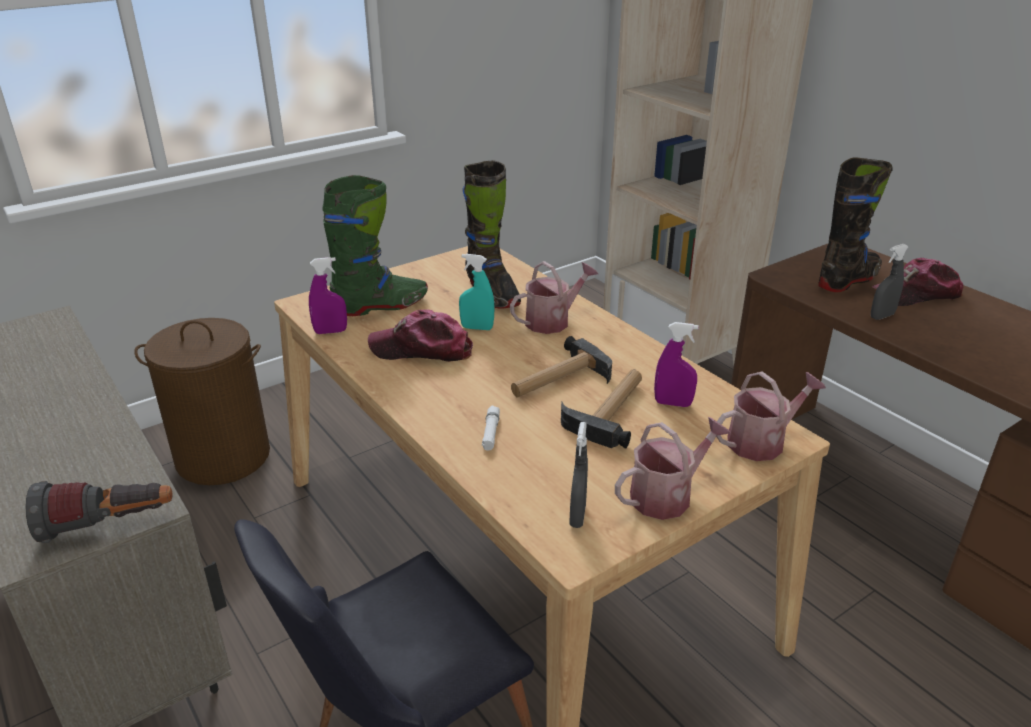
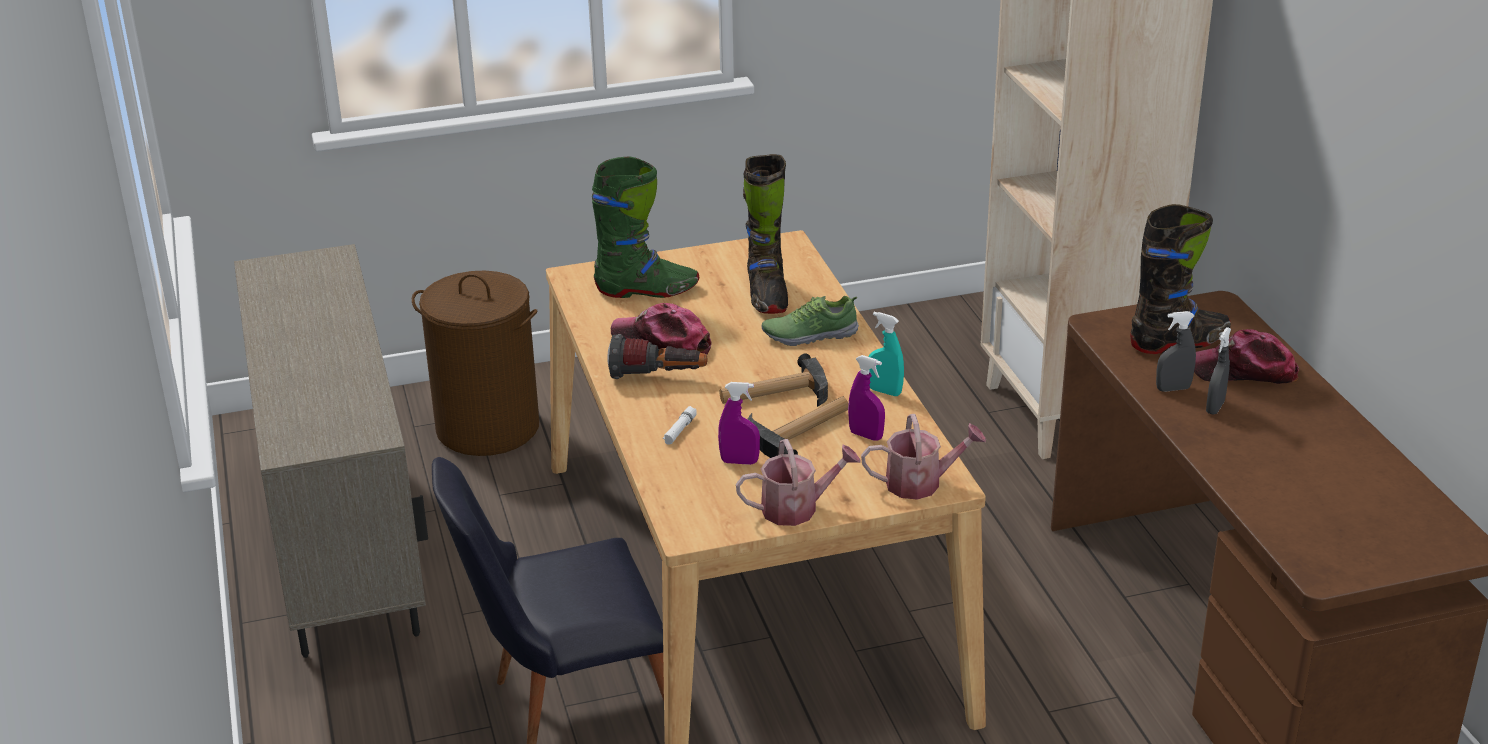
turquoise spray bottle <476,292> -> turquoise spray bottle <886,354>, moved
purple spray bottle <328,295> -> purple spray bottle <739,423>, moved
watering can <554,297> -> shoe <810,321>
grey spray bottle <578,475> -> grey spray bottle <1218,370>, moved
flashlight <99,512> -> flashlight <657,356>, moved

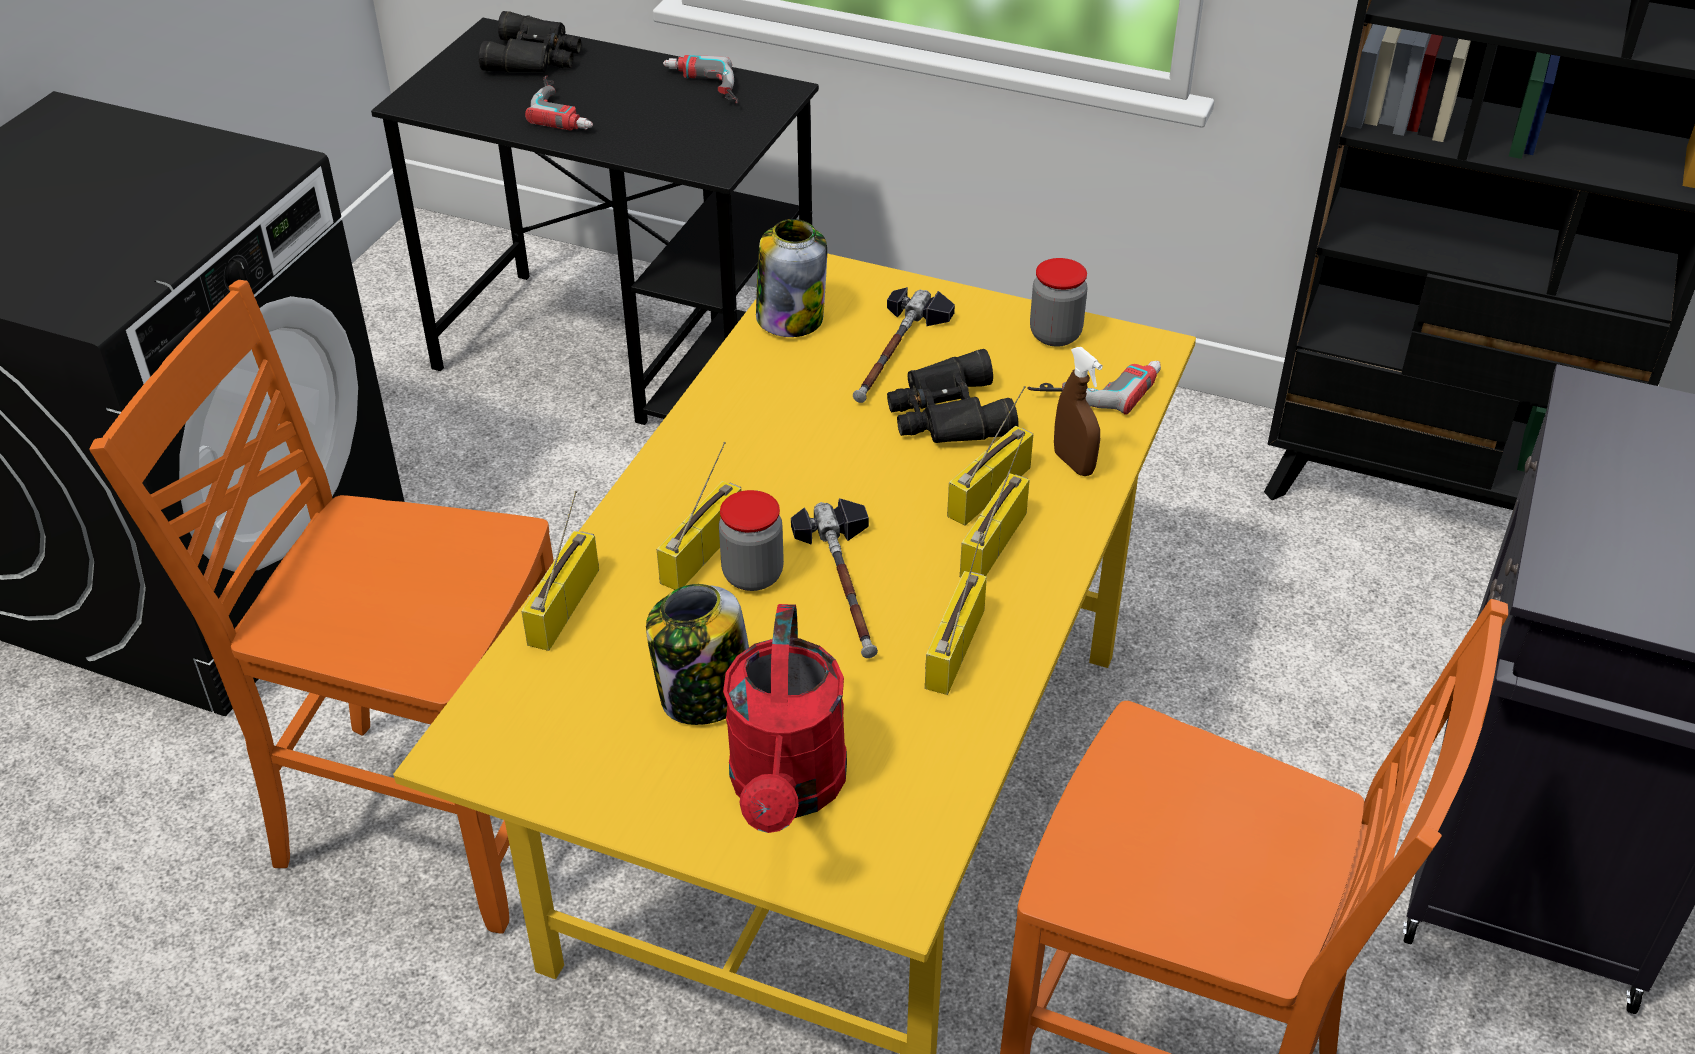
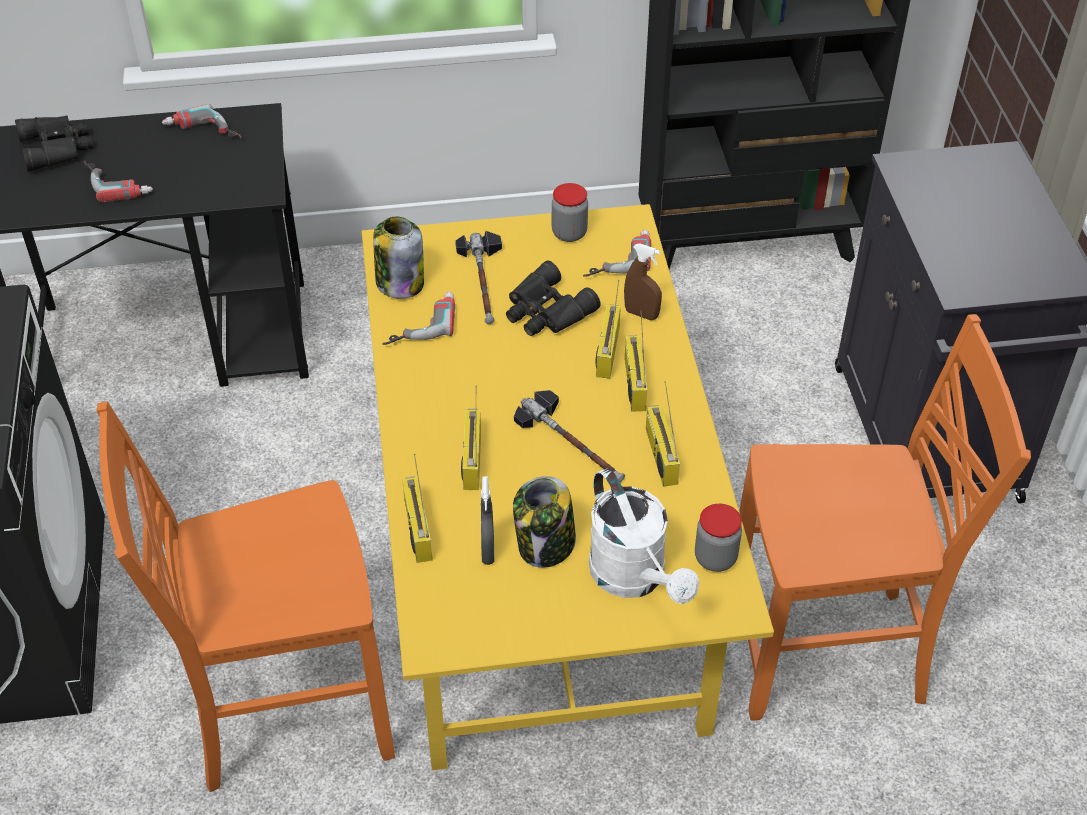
jar <751,540> -> jar <718,538>, moved
red watering can <785,718> -> white watering can <644,536>
none -> power drill <418,318>
none -> grey spray bottle <487,521>

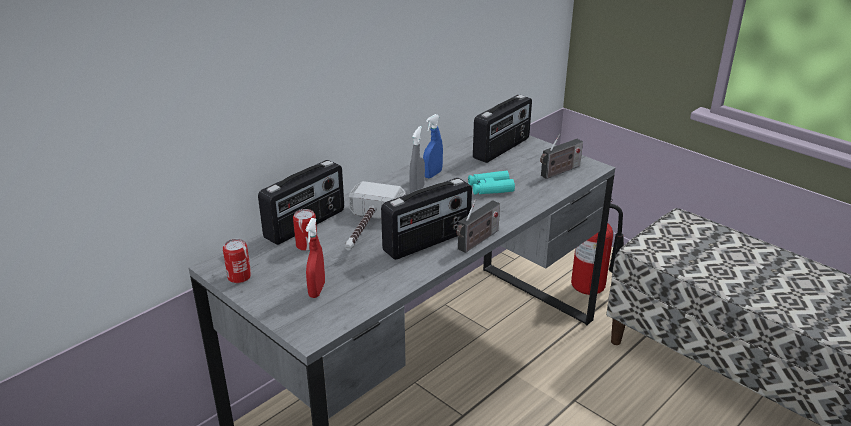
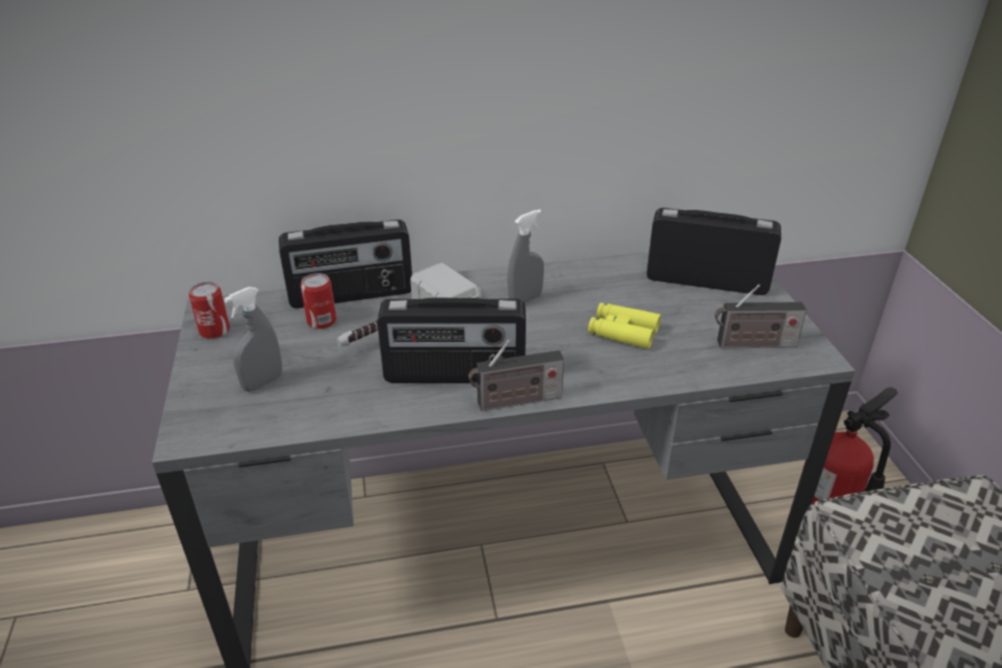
radio <502,129> -> radio <713,251>, 150 degrees counterclockwise
blue spray bottle <433,146> -> none
turquoise binoculars <491,182> -> yellow binoculars <624,326>
red spray bottle <315,258> -> grey spray bottle <253,339>

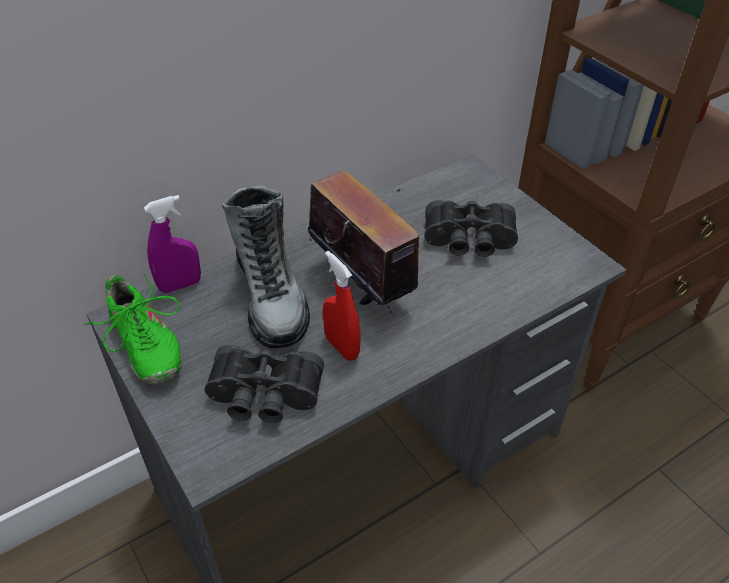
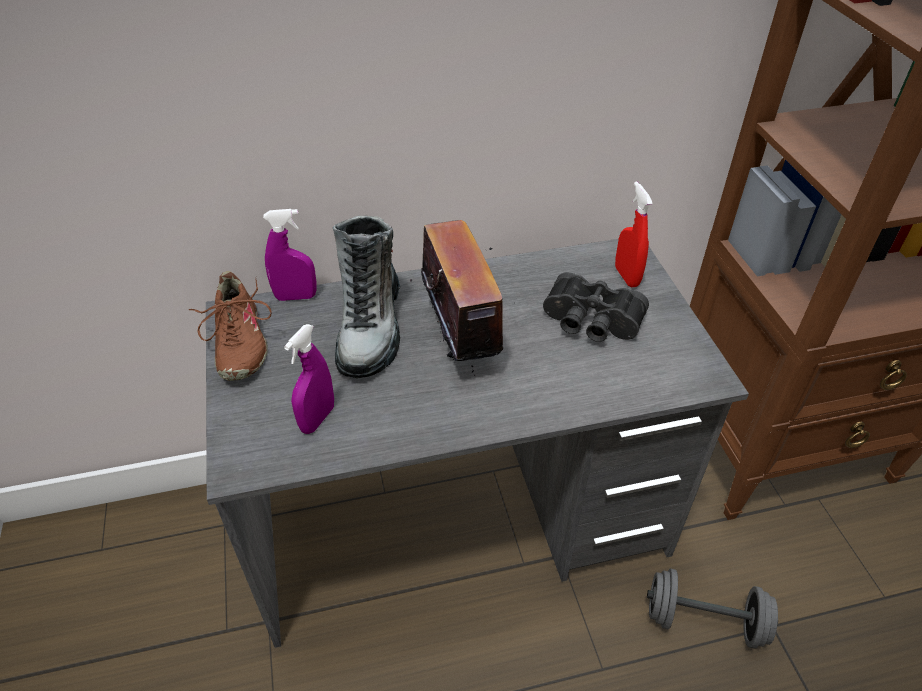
red spray bottle <342,306> -> red spray bottle <634,234>, moved
green shoe <133,329> -> brown shoe <230,326>
black binoculars <264,384> -> purple spray bottle <309,379>
none -> grey dumbbell <712,609>

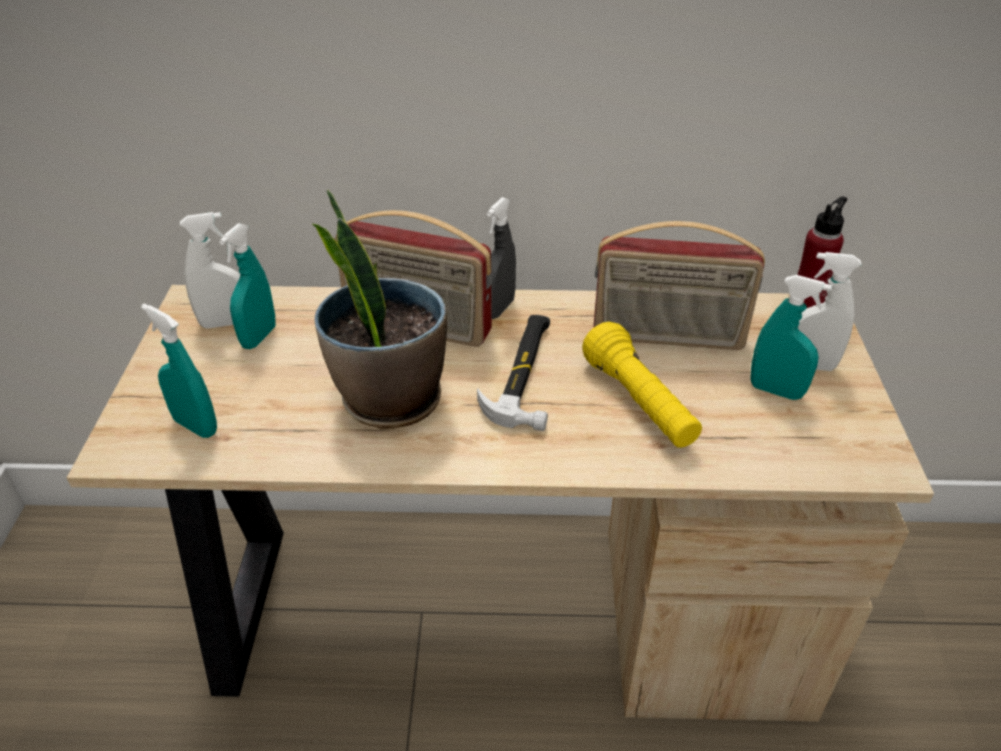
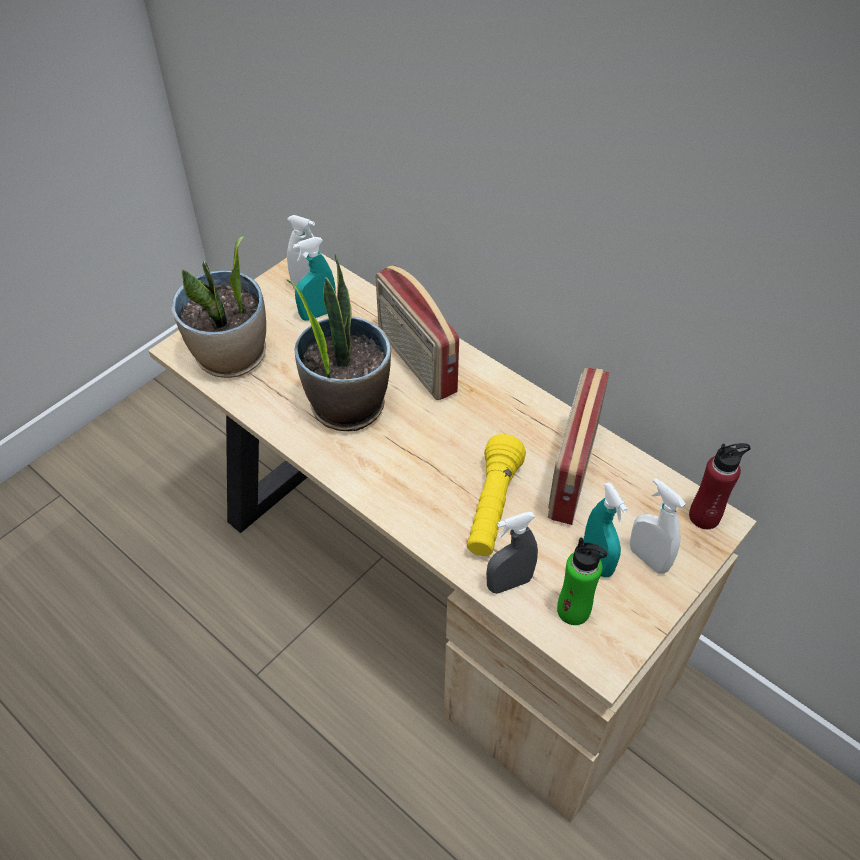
grey spray bottle <501,258> -> grey spray bottle <512,553>, moved
radio <679,285> -> radio <578,446>, 60 degrees clockwise
turquoise spray bottle <179,371> -> potted plant <219,307>
hammer <513,373> -> none
none -> green bottle <582,581>

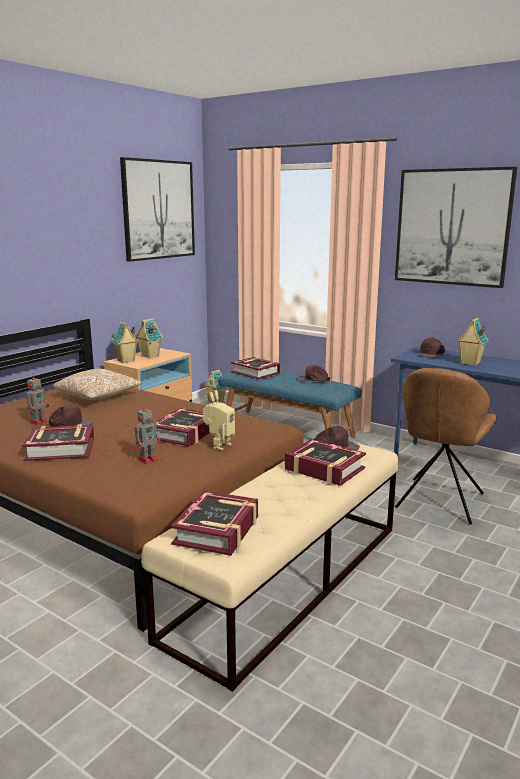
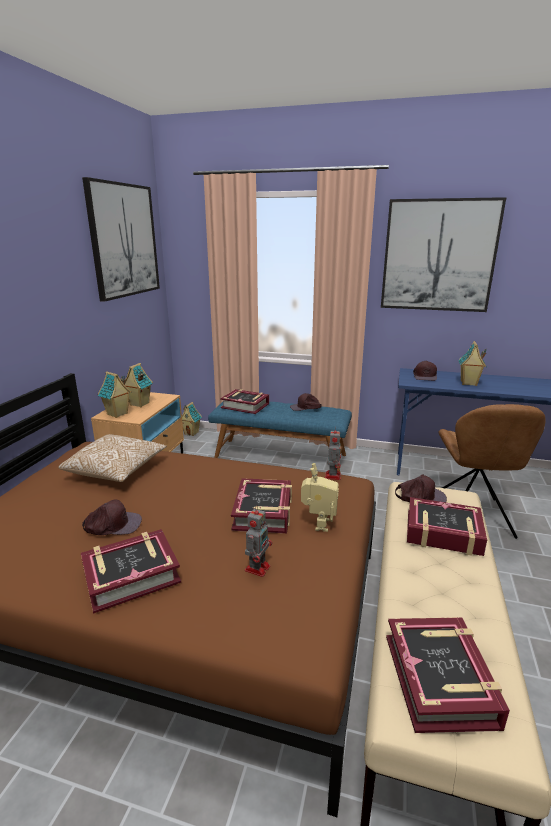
toy robot <37,399> -> toy robot <333,453>, moved

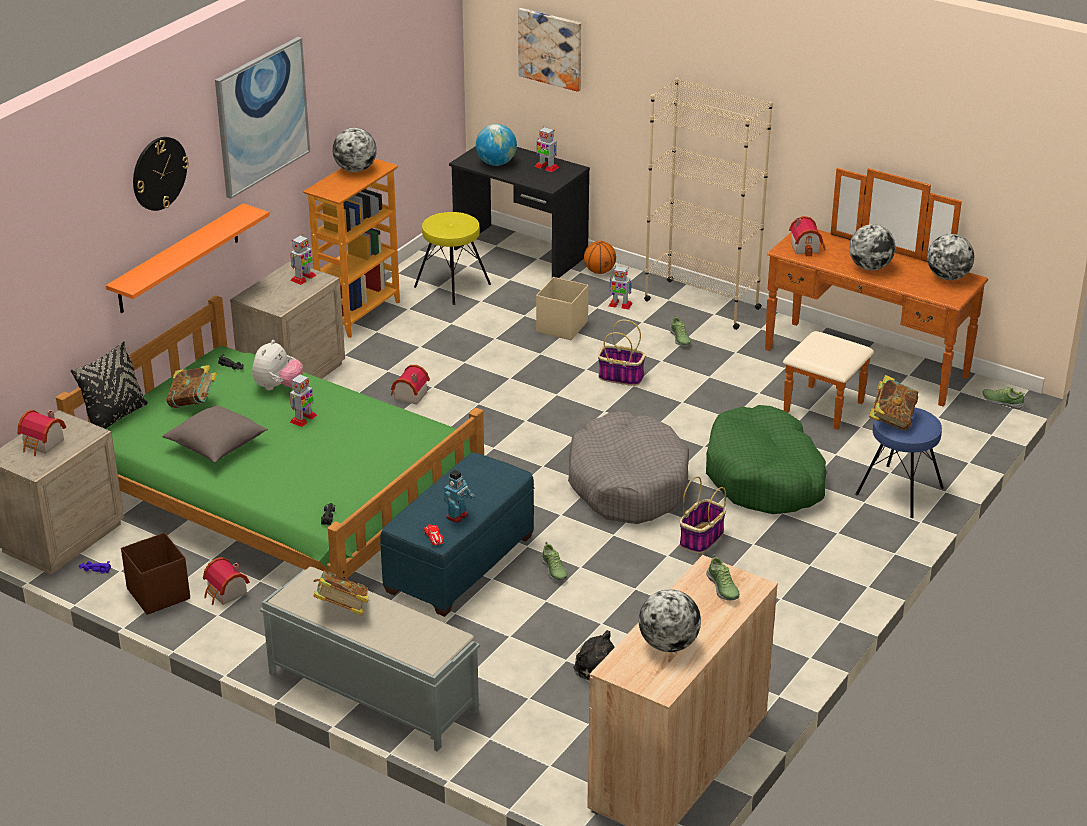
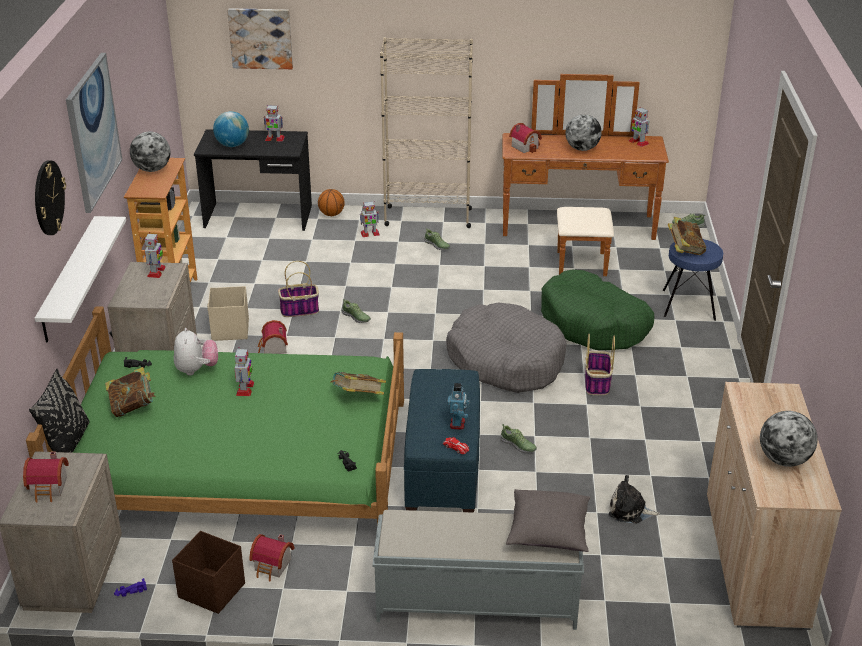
orange shelf <188,258> -> white shelf <80,279>
yellow stool <452,258> -> none
globe <950,257> -> toy robot <639,127>
beige storage box <562,308> -> beige storage box <228,313>, moved
basket <622,353> -> basket <298,289>, moved
grey pillow <215,434> -> grey pillow <548,520>, moved
shoe <723,578> -> shoe <356,311>, moved
book <341,593> -> book <358,383>, moved

